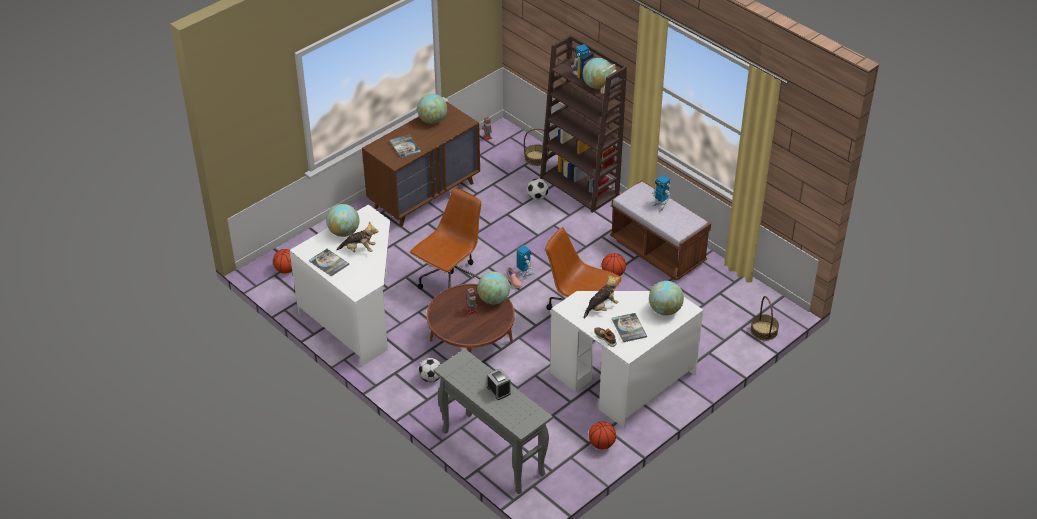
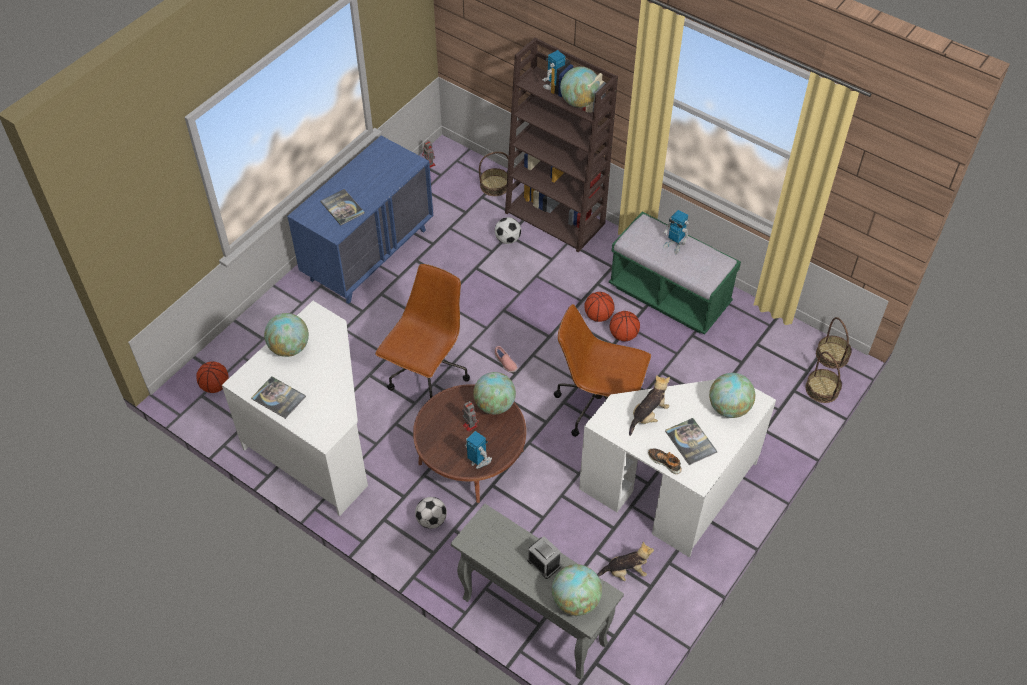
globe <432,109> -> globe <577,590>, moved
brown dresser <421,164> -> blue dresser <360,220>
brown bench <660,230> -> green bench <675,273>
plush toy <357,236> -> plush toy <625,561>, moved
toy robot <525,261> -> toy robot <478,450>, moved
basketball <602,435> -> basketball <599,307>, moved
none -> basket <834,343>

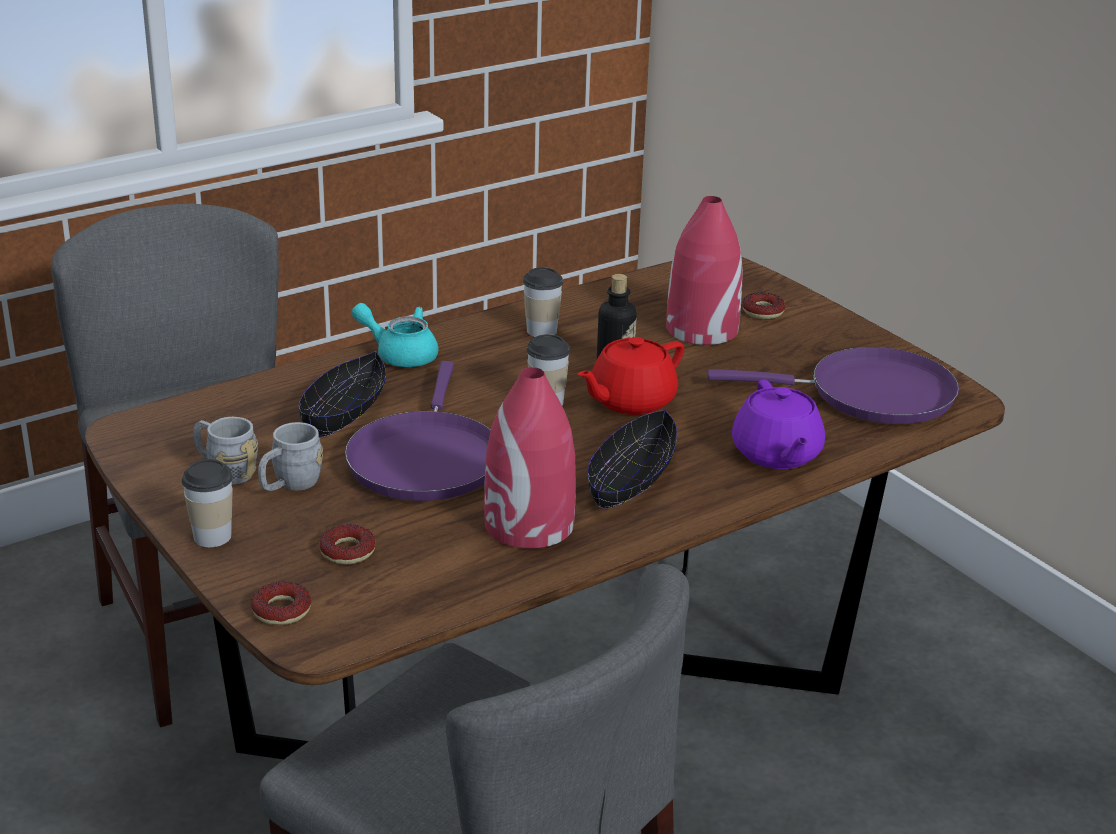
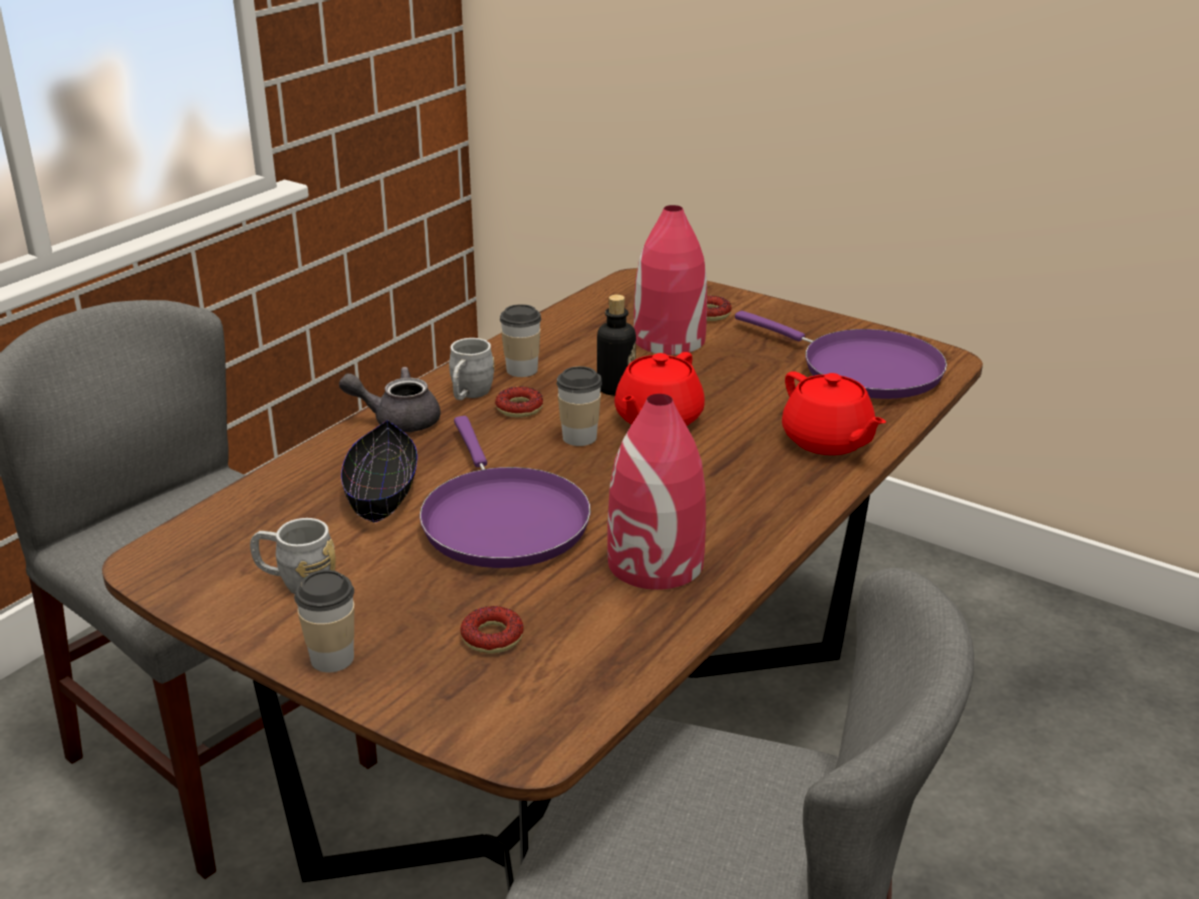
turquoise teapot <394,335> -> grey teapot <390,399>
purple frying pan <833,385> -> purple frying pan <841,355>, 60 degrees clockwise
purple teapot <778,424> -> red teapot <834,413>
black bowl <632,459> -> none
grey mug <290,456> -> grey mug <472,369>, moved
donut <281,603> -> donut <519,402>, moved

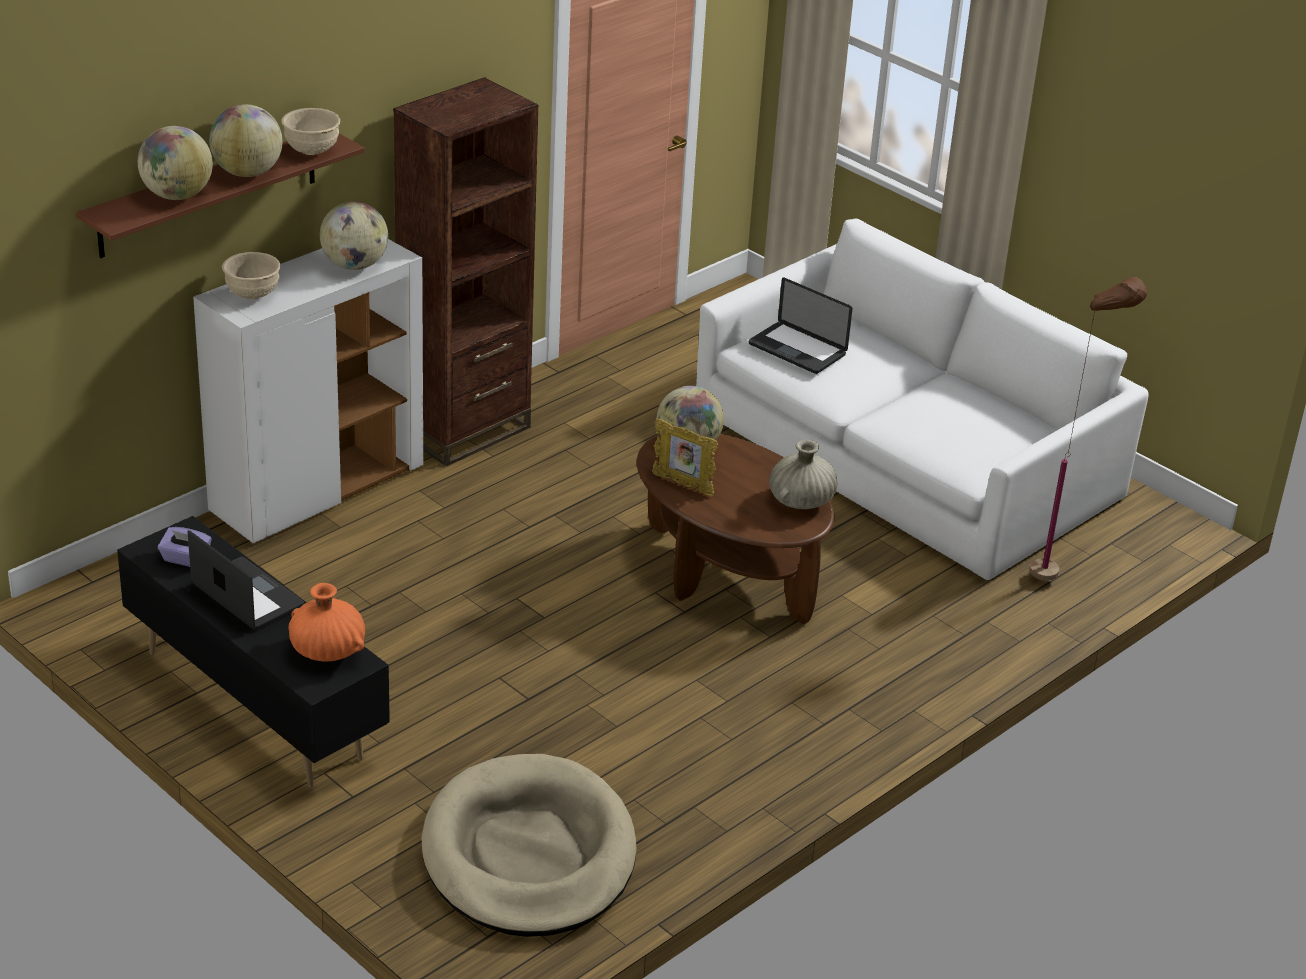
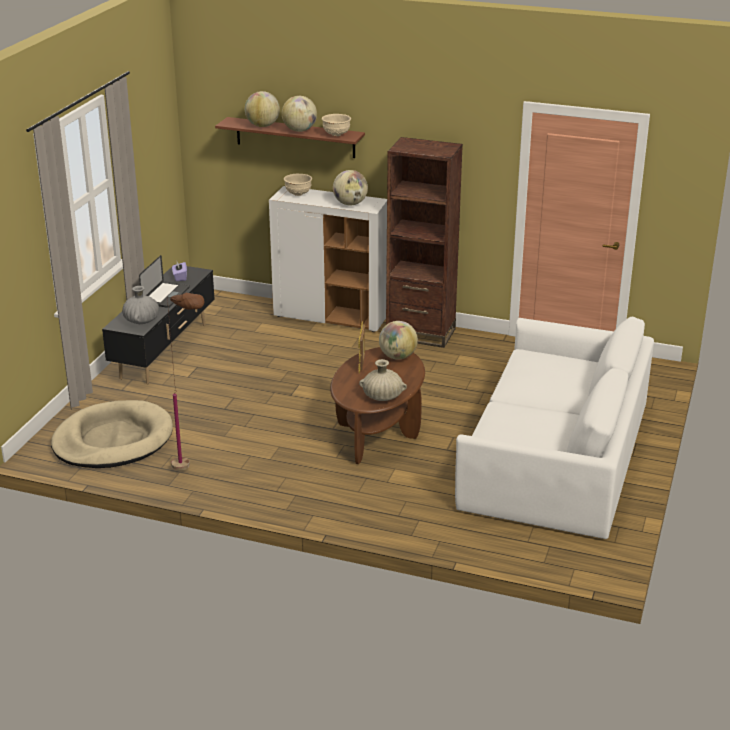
brown floor lamp <1088,429> -> brown floor lamp <185,381>, moved
laptop <800,326> -> none
orange vase <327,622> -> grey vase <140,305>

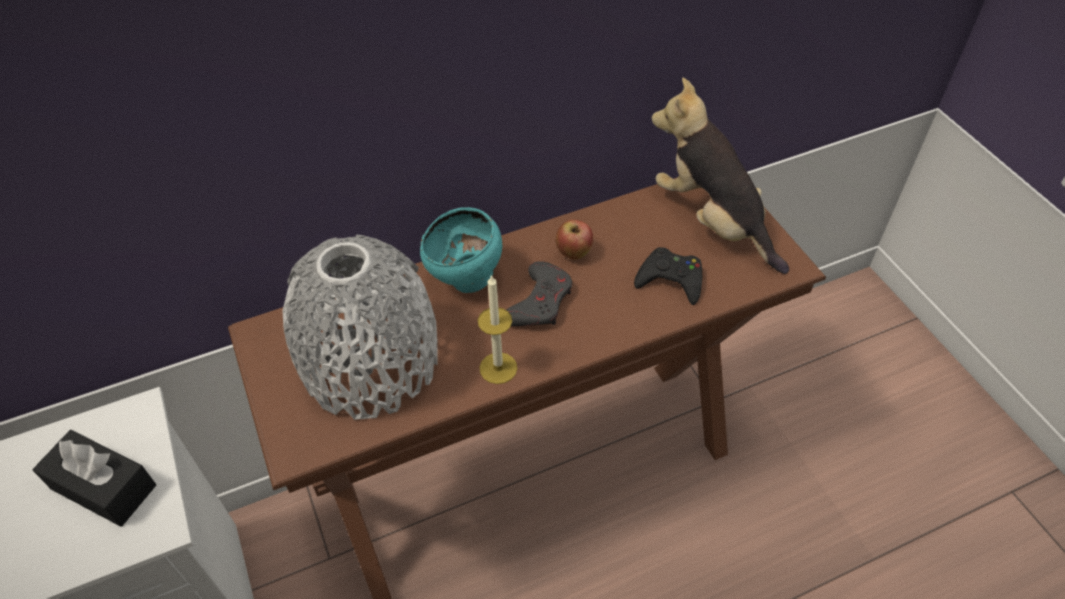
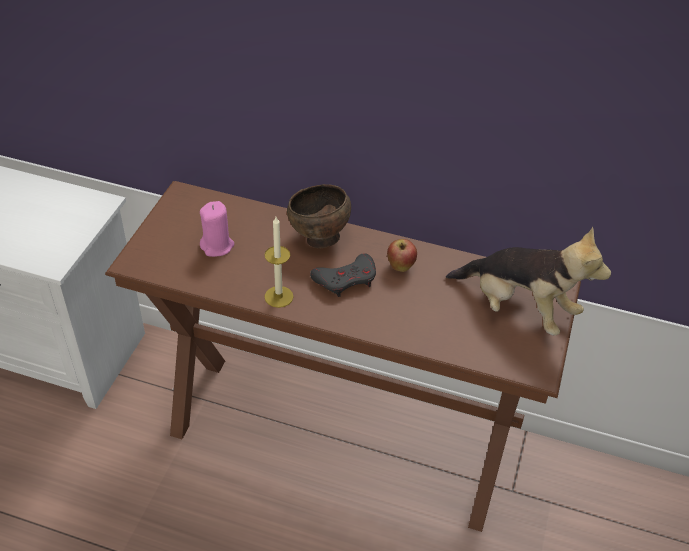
plush toy <720,176> -> plush toy <528,281>, 120 degrees clockwise
turquoise bowl <461,250> -> brown bowl <319,216>
grey vase <360,327> -> pink candle <217,229>
black game controller <668,276> -> none
black tissue box <94,478> -> none

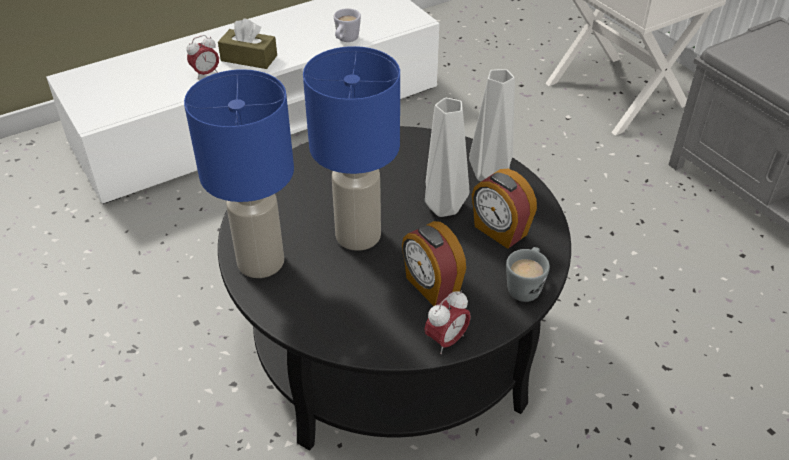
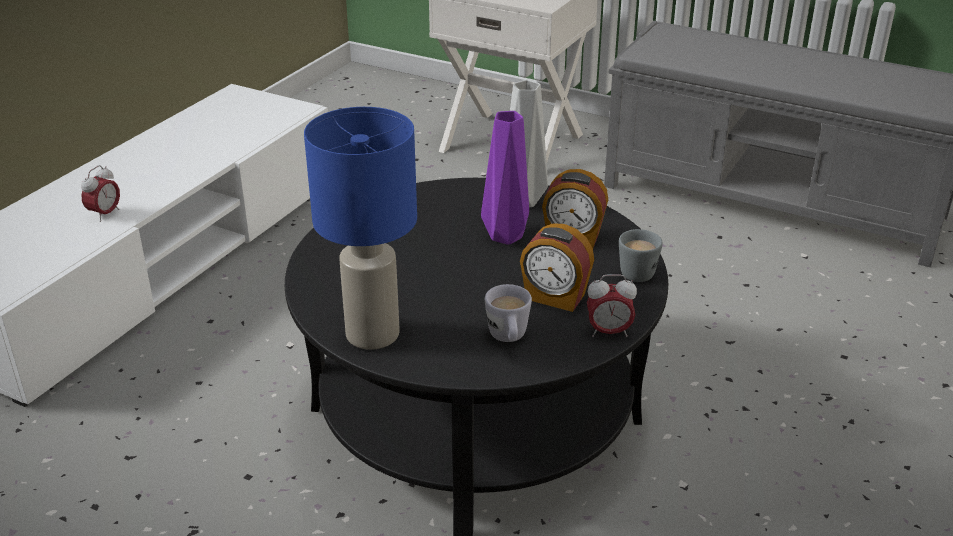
white mug <347,25> -> white mug <508,313>, moved
brown tissue box <247,43> -> none
blue table lamp <351,148> -> none
grey vase <447,157> -> purple vase <505,178>
alarm clock <447,322> -> alarm clock <612,306>, 75 degrees clockwise

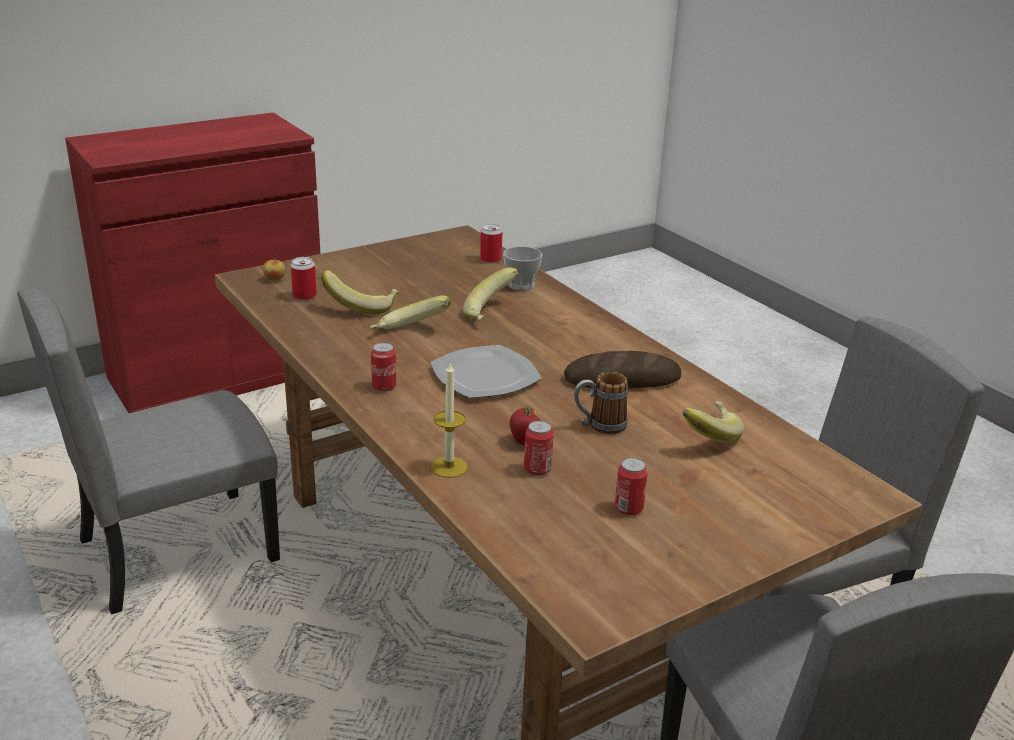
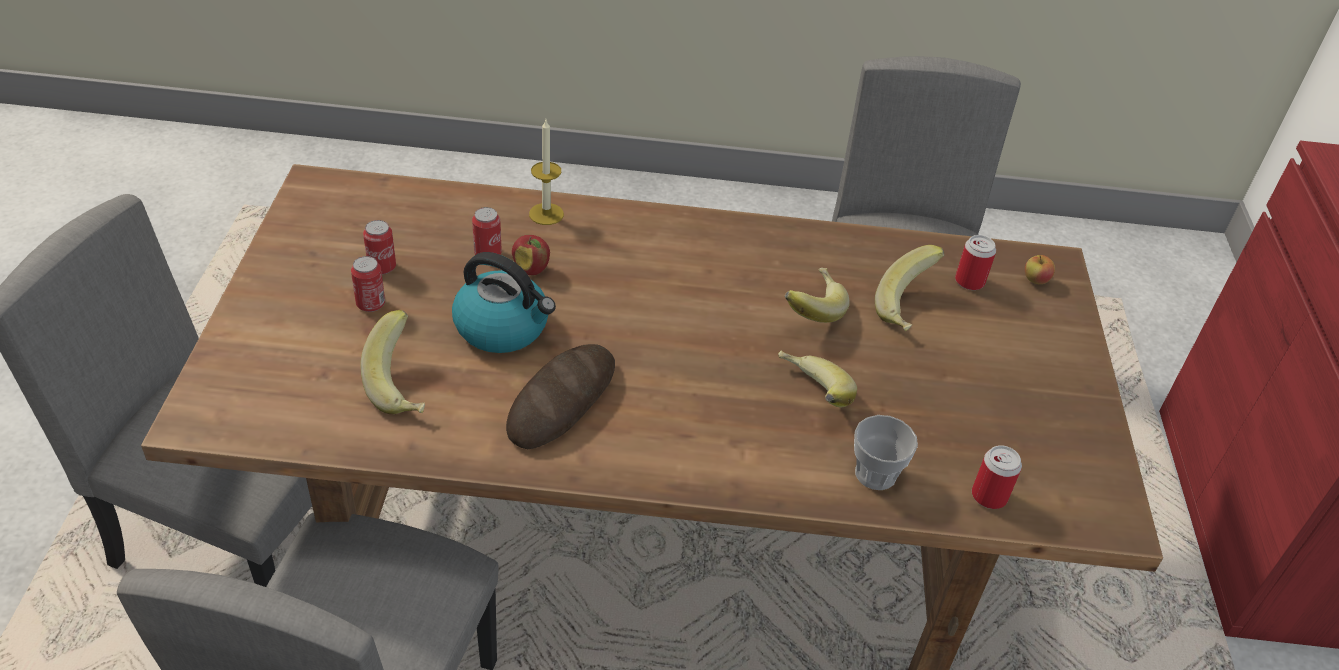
can <383,367> -> can <368,284>, moved
plate <486,371> -> none
mug <601,403> -> kettle <504,302>

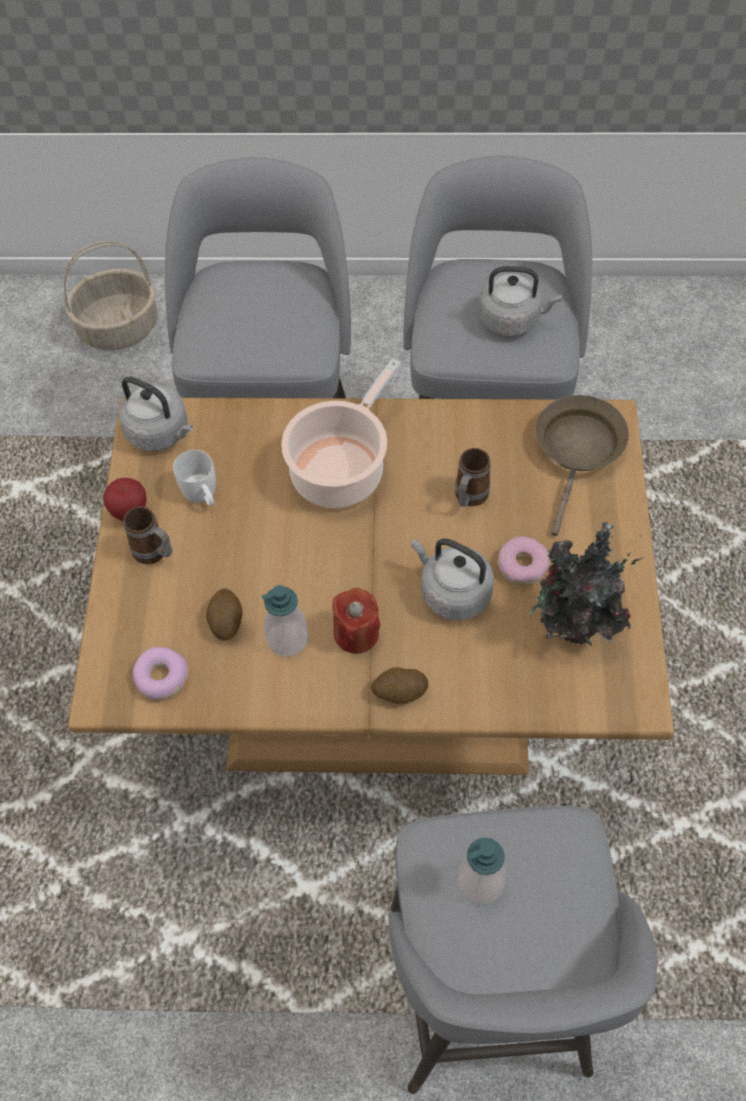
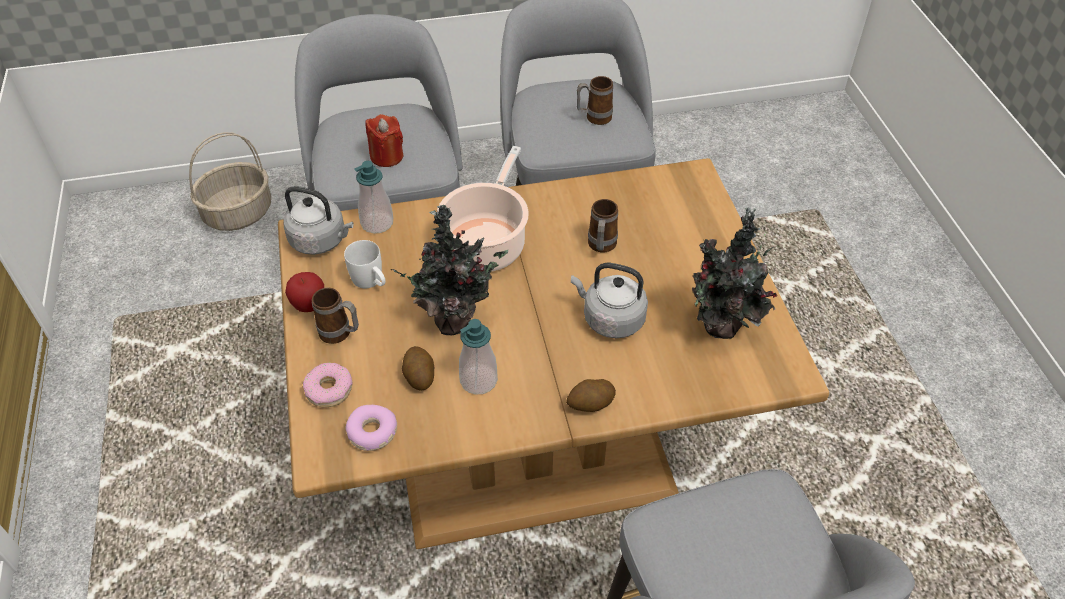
grey kettle <520,301> -> mug <595,100>
brown frying pan <582,465> -> none
donut <523,560> -> donut <328,385>, moved
red candle <356,621> -> red candle <384,140>, moved
soap dispenser <481,871> -> soap dispenser <373,197>, moved
none -> potted plant <449,270>

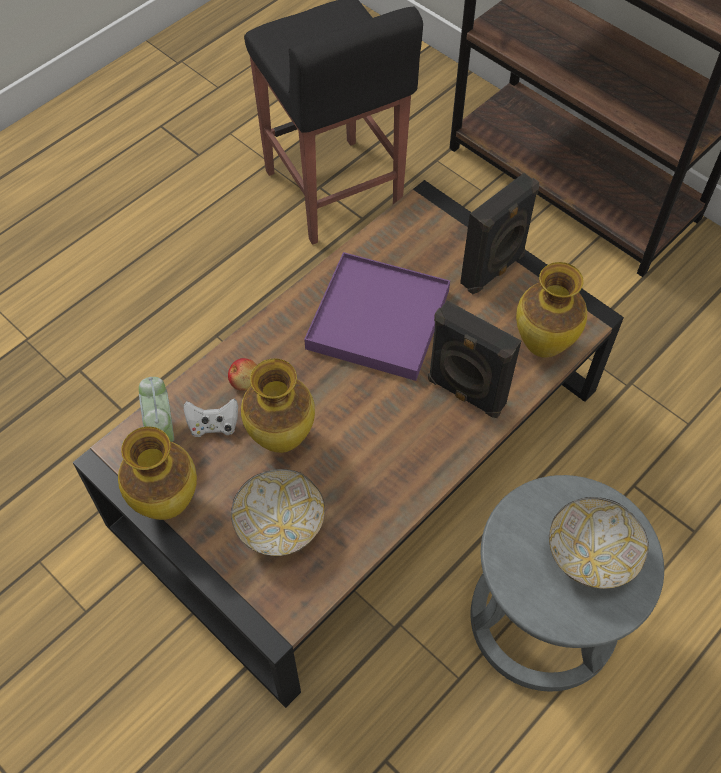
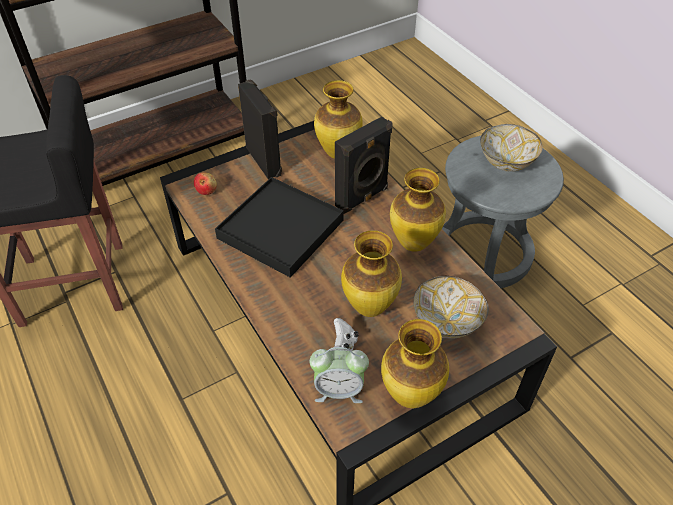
purple tray <377,316> -> black tray <279,227>
apple <242,374> -> apple <205,183>, moved
none -> vase <418,210>

